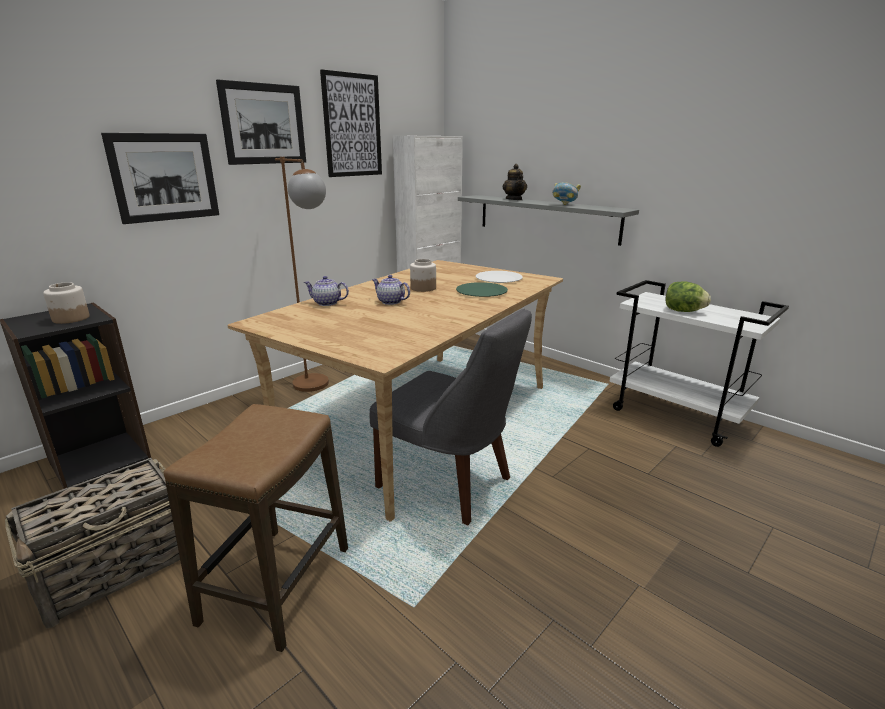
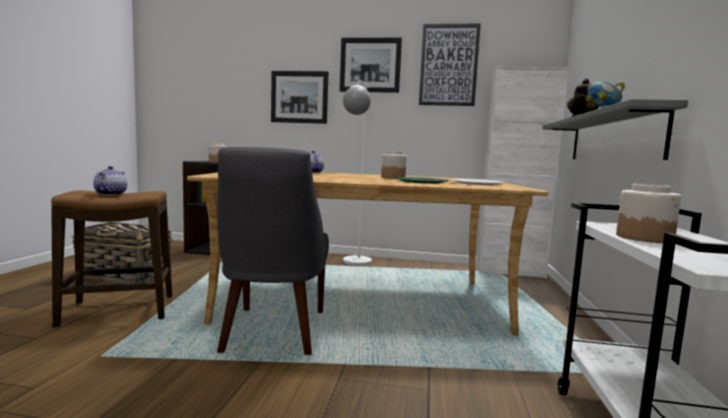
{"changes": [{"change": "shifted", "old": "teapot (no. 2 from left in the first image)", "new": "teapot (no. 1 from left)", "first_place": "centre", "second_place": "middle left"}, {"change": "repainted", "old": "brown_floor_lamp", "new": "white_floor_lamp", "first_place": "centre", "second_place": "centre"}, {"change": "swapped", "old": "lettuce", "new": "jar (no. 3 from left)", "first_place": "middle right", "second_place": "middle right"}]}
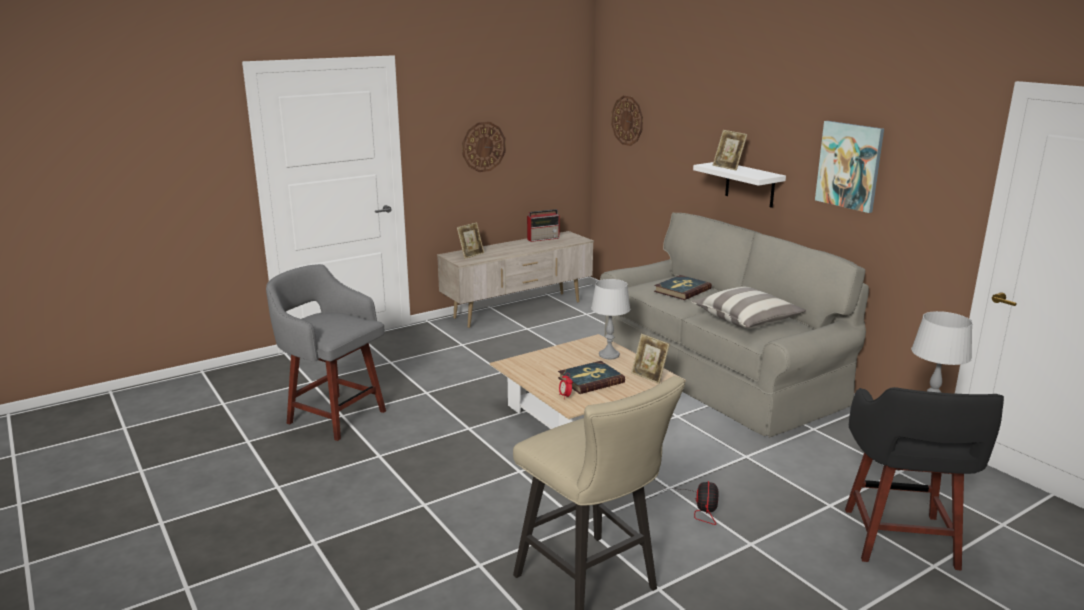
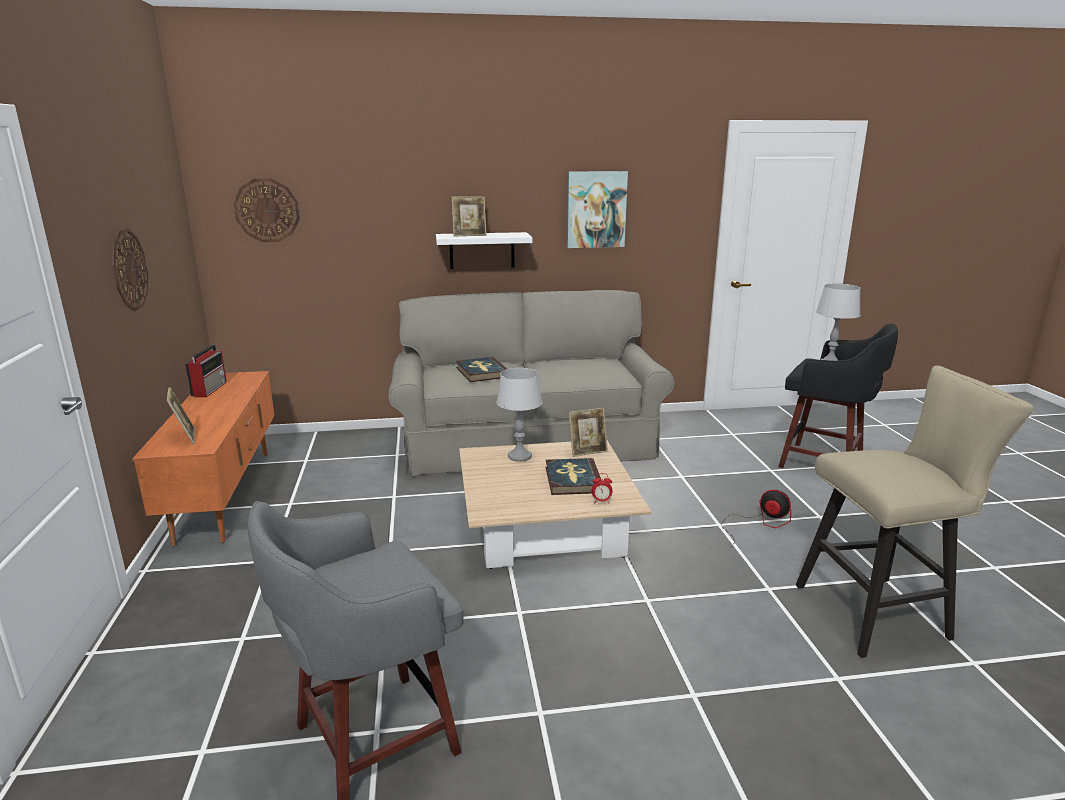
{"changes": [{"change": "repainted", "old": "beige_tv_stand", "new": "orange_tv_stand", "first_place": "centre", "second_place": "middle left"}, {"change": "gone", "old": "pillow", "first_place": "middle right"}]}
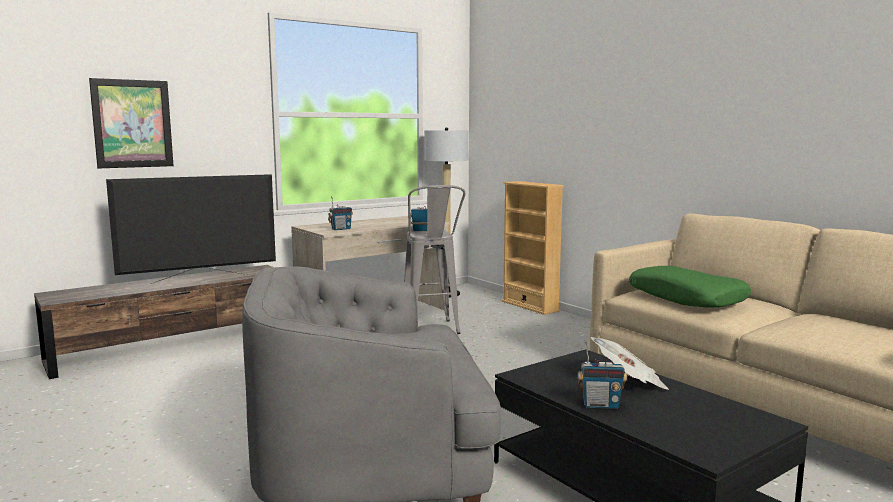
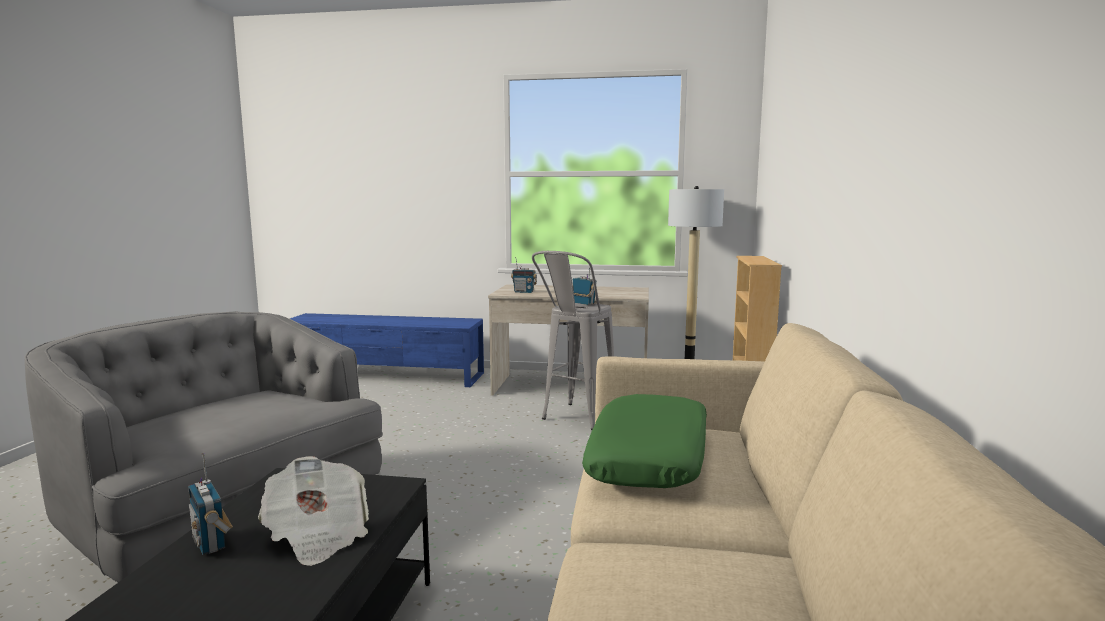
{"changes": [{"change": "repainted", "old": "brown_tv_stand", "new": "blue_tv_stand", "first_place": "middle left", "second_place": "centre"}, {"change": "gone", "old": "picture", "first_place": "top left"}, {"change": "gone", "old": "television", "first_place": "middle left"}]}
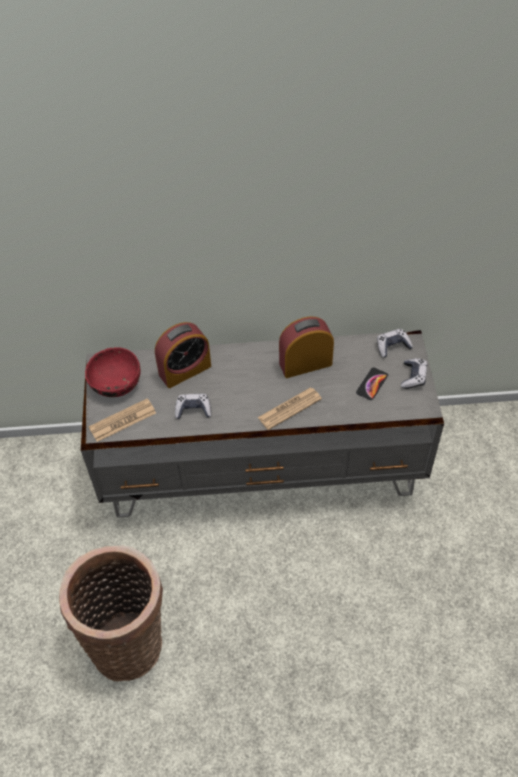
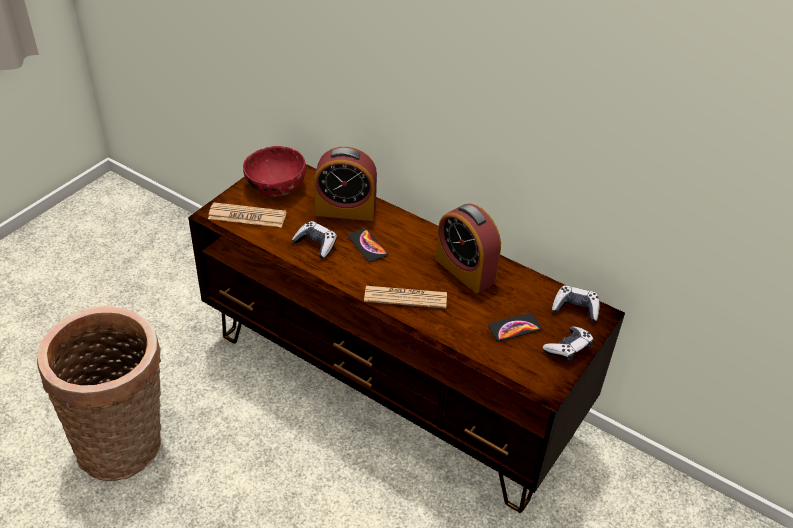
{"changes": [{"change": "repainted", "old": "grey_tv_stand", "new": "brown_tv_stand", "first_place": "centre", "second_place": "centre"}, {"change": "new", "new": "phone (no. 1 from left)", "second_place": "centre"}, {"change": "rotated", "old": "alarm_clock (no. 2 from left)", "first_place": "centre", "second_place": "centre", "degrees": -150}]}
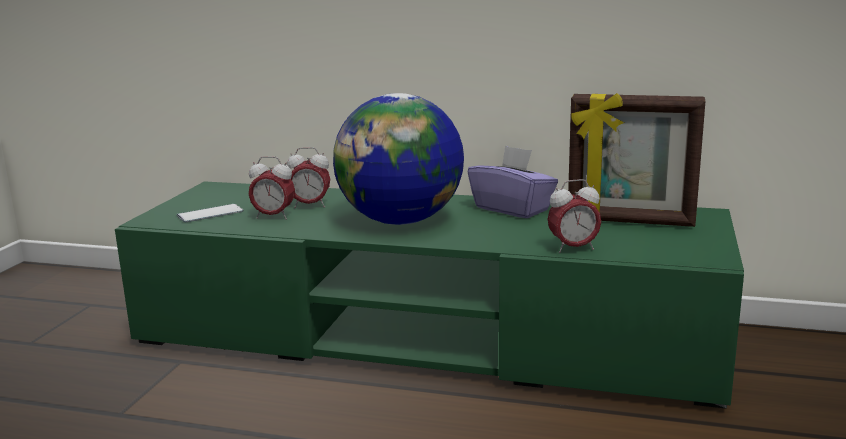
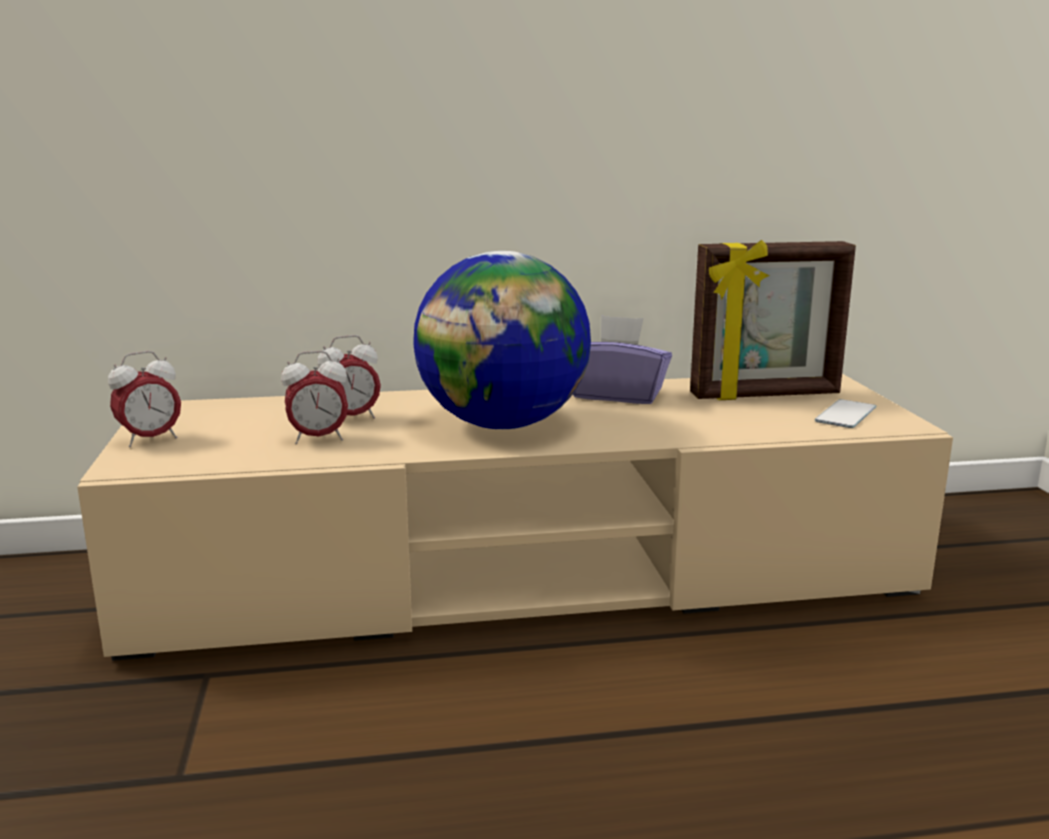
{"changes": [{"change": "repainted", "old": "green_tv_stand", "new": "beige_tv_stand", "first_place": "bottom centre", "second_place": "centre"}, {"change": "shifted", "old": "alarm_clock (no. 3 from left in the first image)", "new": "alarm_clock (no. 1 from left)", "first_place": "middle right", "second_place": "middle left"}, {"change": "shifted", "old": "phone", "first_place": "middle left", "second_place": "middle right"}]}
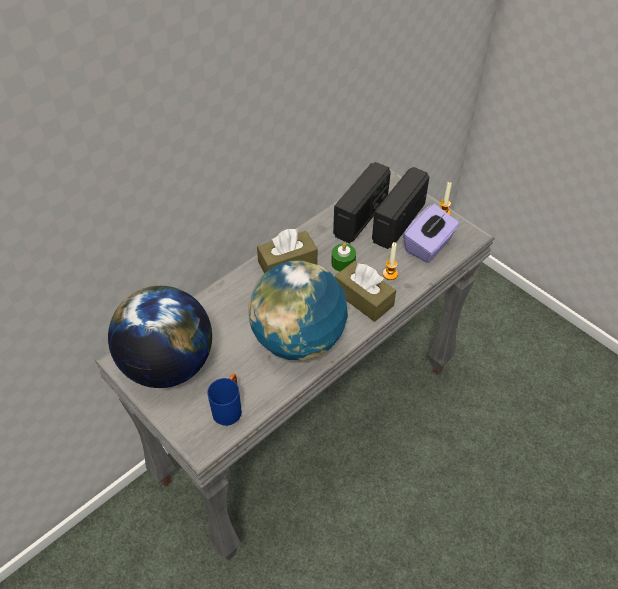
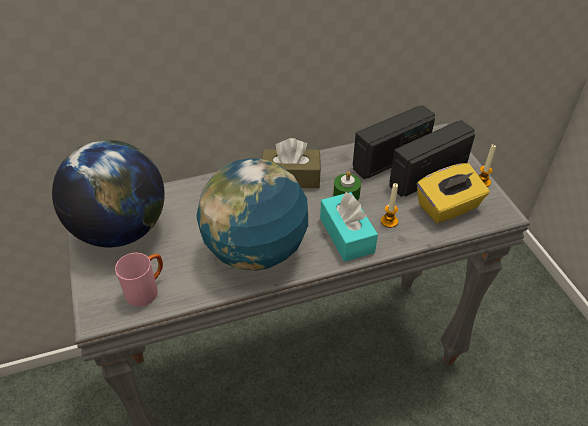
{"changes": [{"change": "repainted", "old": "blue_mug", "new": "pink_mug", "first_place": "bottom centre", "second_place": "middle left"}, {"change": "repainted", "old": "brown_tissue_box (no. 2 from left)", "new": "turquoise_tissue_box", "first_place": "centre", "second_place": "centre"}, {"change": "repainted", "old": "purple_tissue_box", "new": "yellow_tissue_box", "first_place": "middle right", "second_place": "middle right"}]}
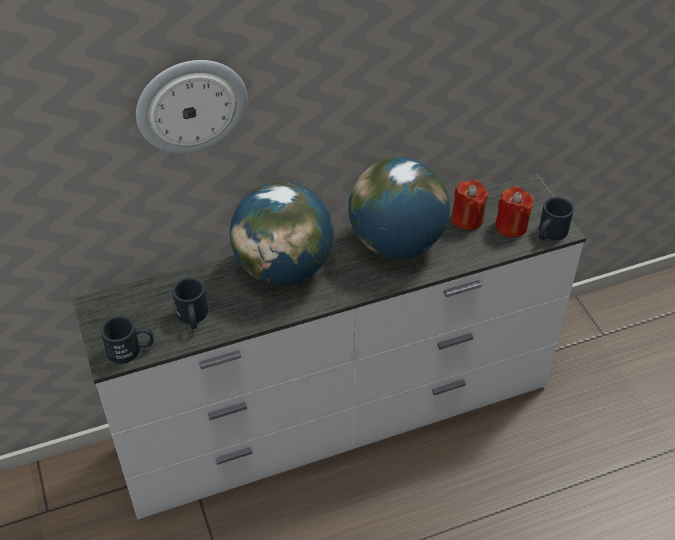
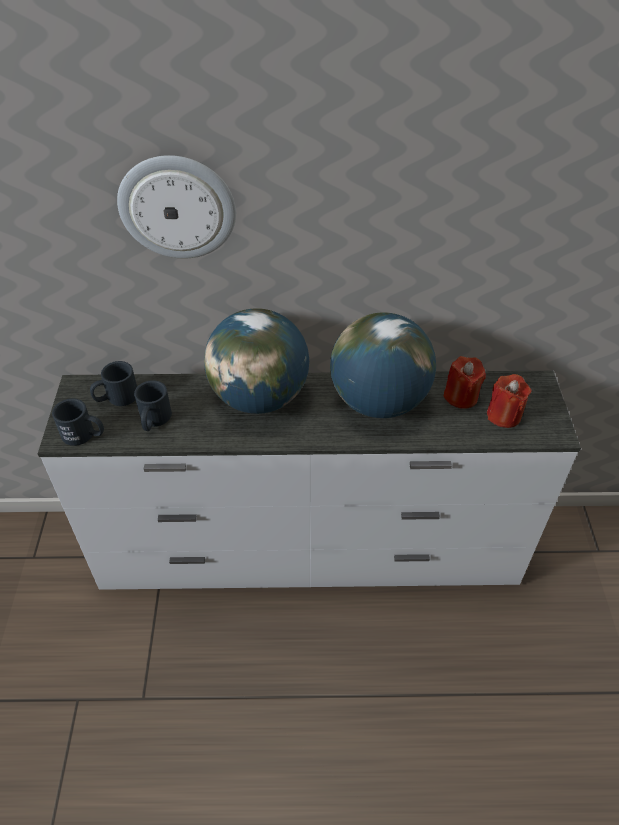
{"changes": [{"change": "shifted", "old": "black_mug (no. 3 from left in the first image)", "new": "black_mug (no. 2 from left)", "first_place": "middle right", "second_place": "middle left"}]}
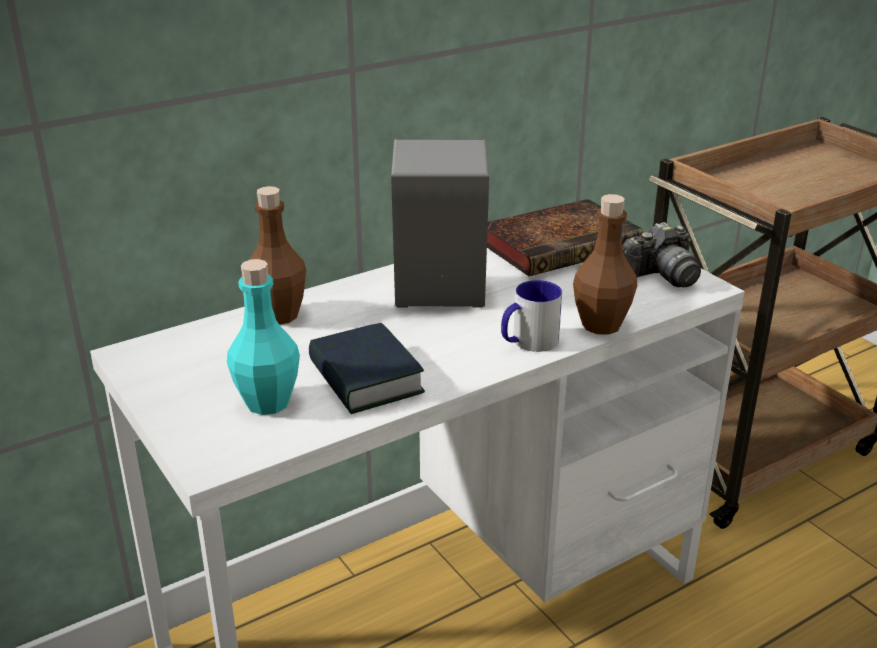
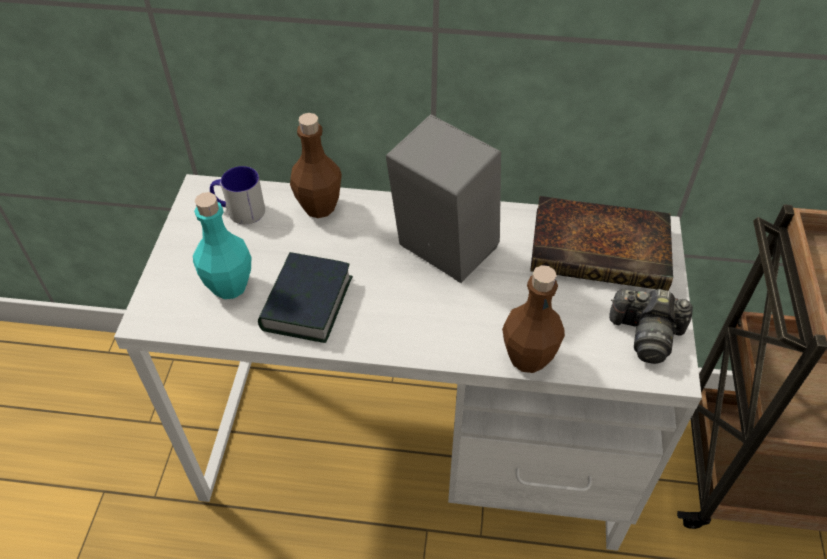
{"changes": [{"change": "shifted", "old": "mug", "first_place": "centre", "second_place": "middle left"}]}
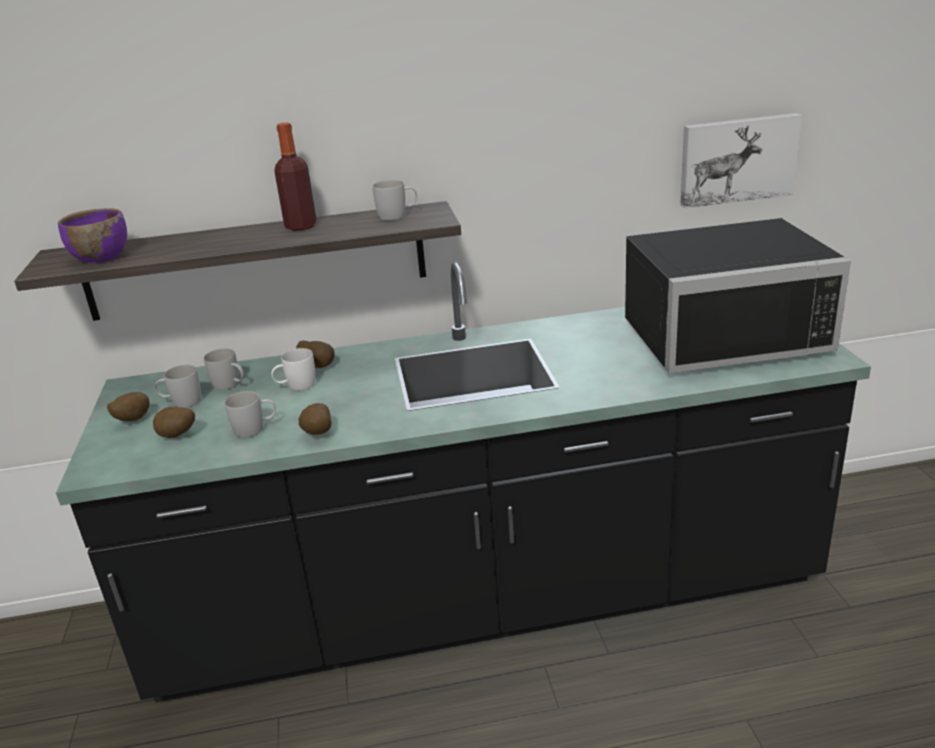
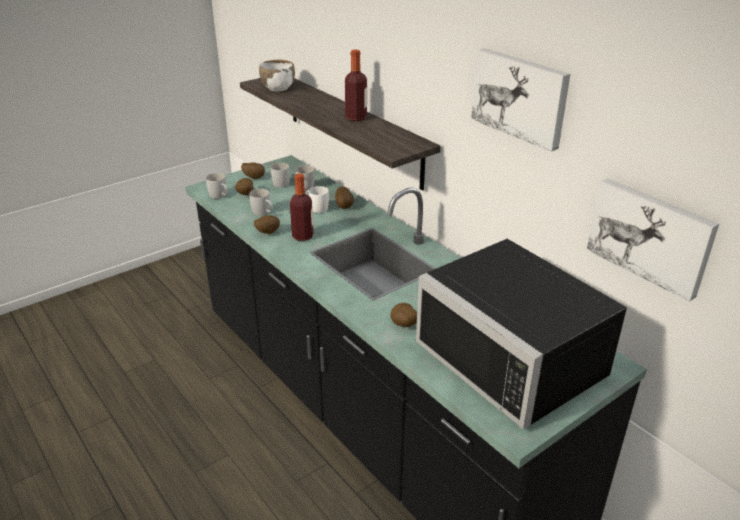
{"changes": [{"change": "shifted", "old": "white_mug (no. 5 from left in the first image)", "new": "white_mug (no. 1 from left)", "first_place": "top centre", "second_place": "middle left"}, {"change": "repainted", "old": "purple_bowl", "new": "white_bowl", "first_place": "top left", "second_place": "top centre"}, {"change": "new", "new": "bottle (no. 1 from left)", "second_place": "centre"}, {"change": "new", "new": "potato (no. 5 from left)", "second_place": "centre"}, {"change": "new", "new": "picture (no. 1 from left)", "second_place": "top right"}]}
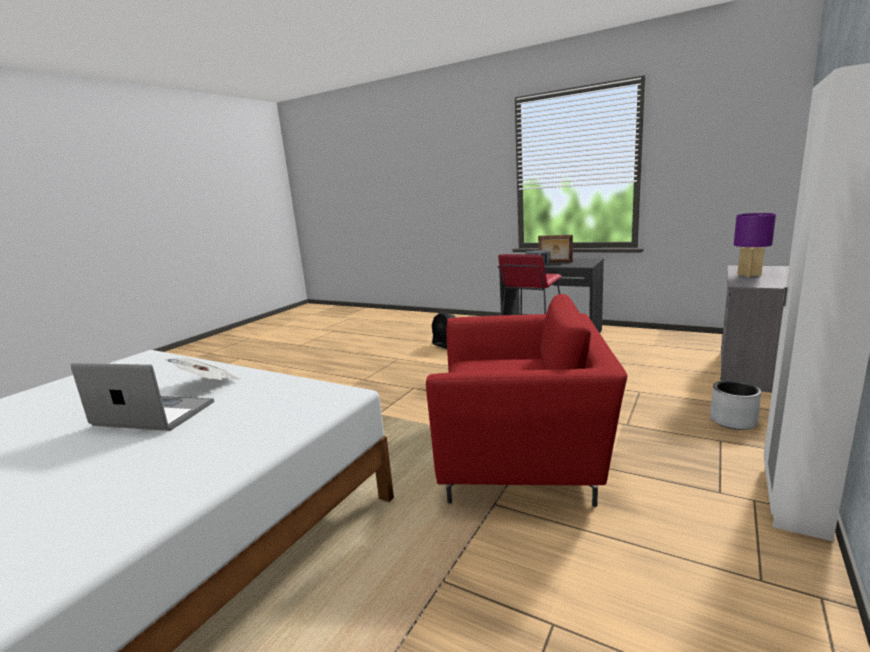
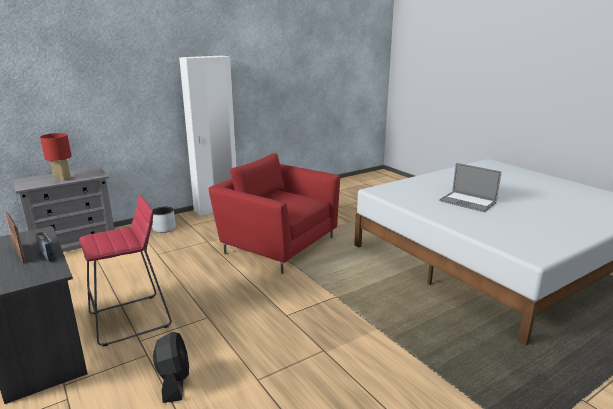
{"changes": [{"change": "repainted", "old": "purple_table_lamp", "new": "red_table_lamp", "first_place": "middle right", "second_place": "middle left"}, {"change": "gone", "old": "newspaper", "first_place": "middle left"}]}
